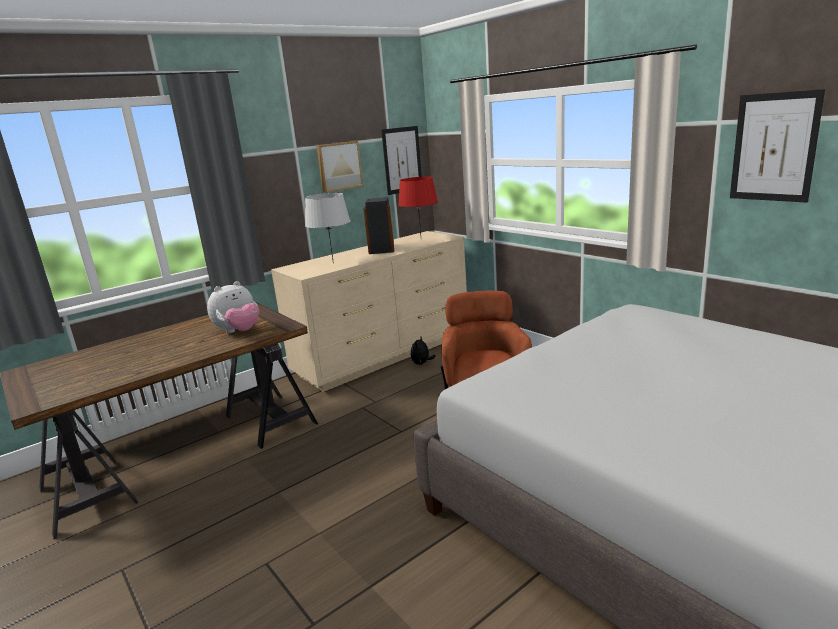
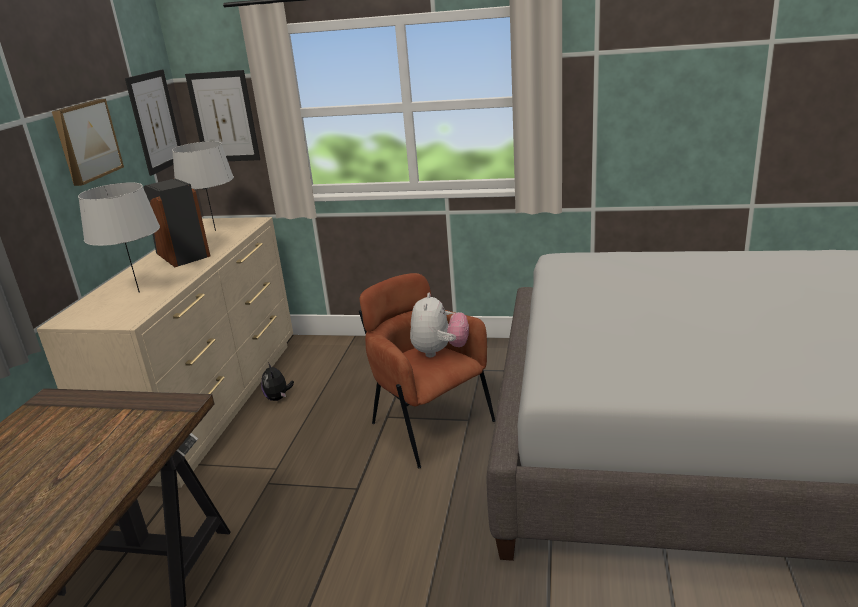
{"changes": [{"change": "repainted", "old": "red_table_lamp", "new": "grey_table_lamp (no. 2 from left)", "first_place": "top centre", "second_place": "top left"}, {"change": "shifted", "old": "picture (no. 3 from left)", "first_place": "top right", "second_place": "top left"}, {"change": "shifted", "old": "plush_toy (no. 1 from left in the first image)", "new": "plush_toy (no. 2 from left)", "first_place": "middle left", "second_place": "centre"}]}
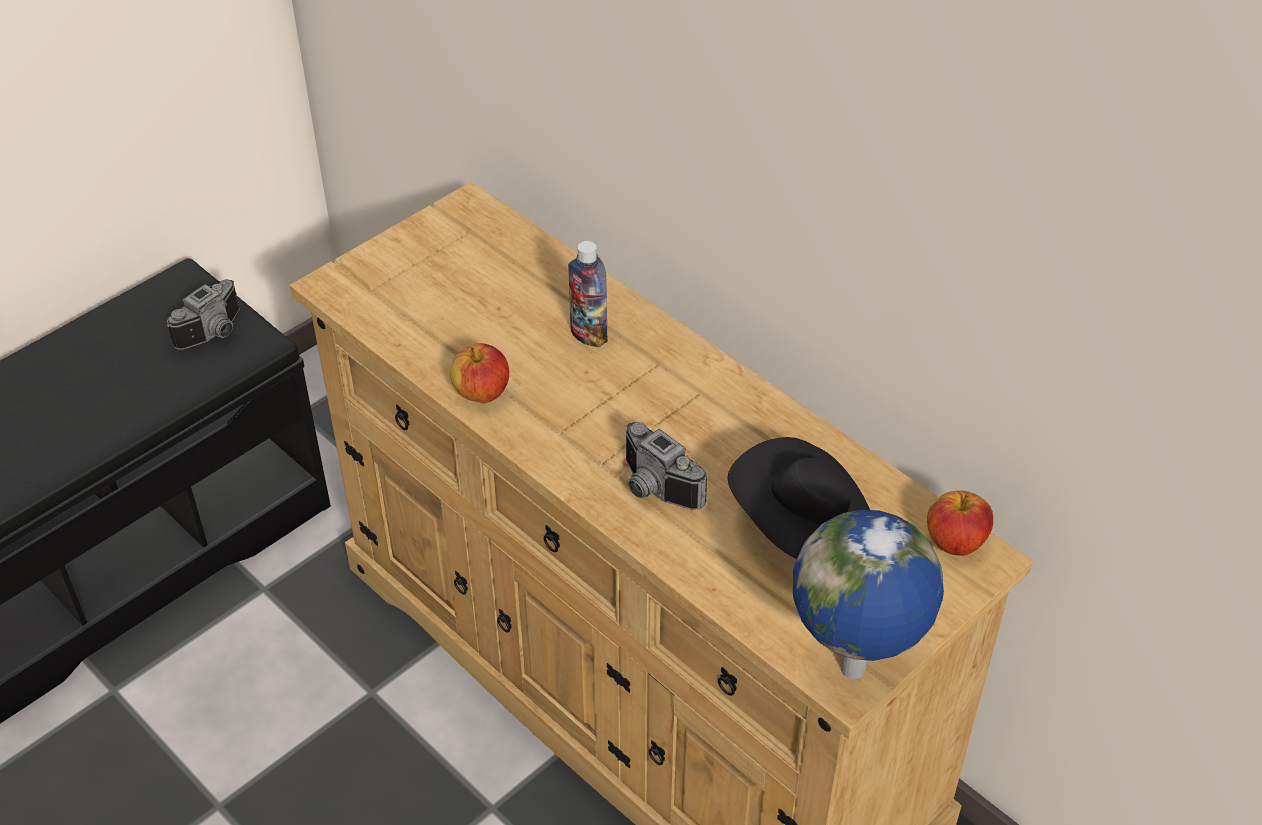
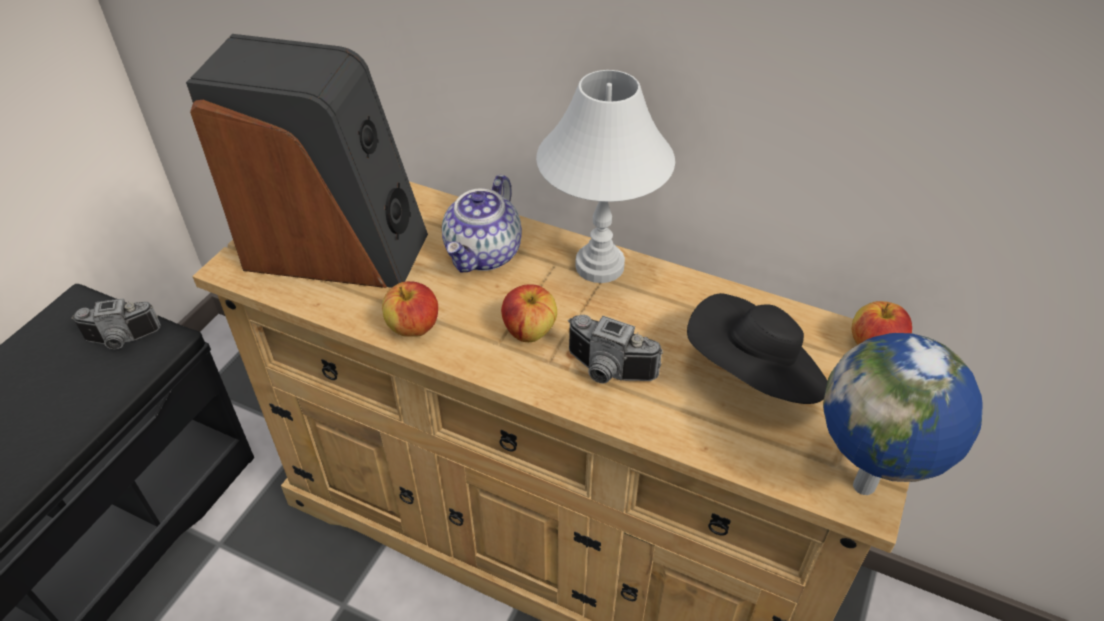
{"changes": [{"change": "rotated", "old": "photo_camera (no. 1 from left)", "first_place": "middle left", "second_place": "middle left", "degrees": 60}, {"change": "new", "new": "speaker", "second_place": "top left"}, {"change": "swapped", "old": "bottle", "new": "teapot", "first_place": "centre", "second_place": "centre"}, {"change": "new", "new": "apple (no. 2 from left)", "second_place": "centre"}, {"change": "new", "new": "white_table_lamp", "second_place": "top centre"}]}
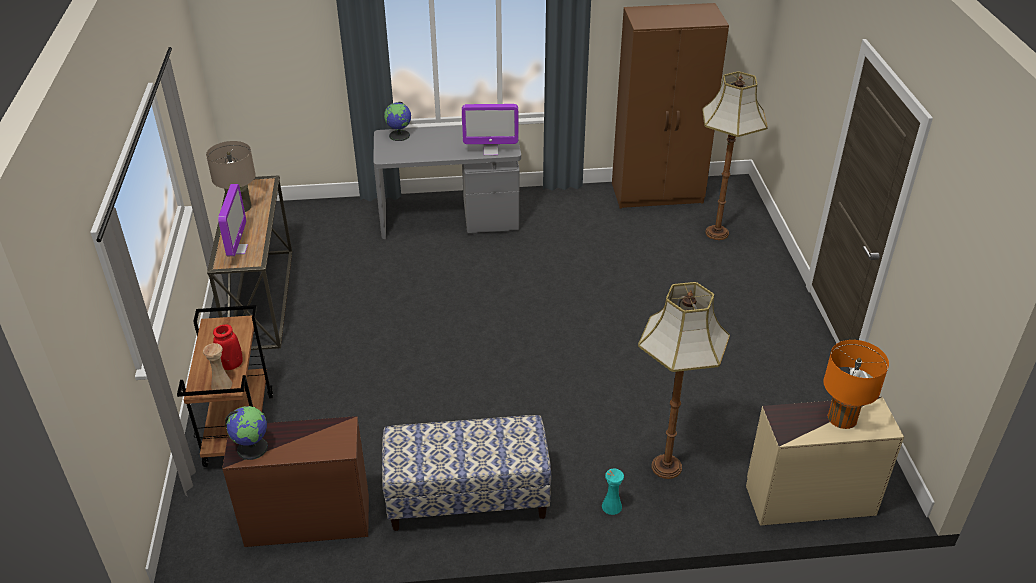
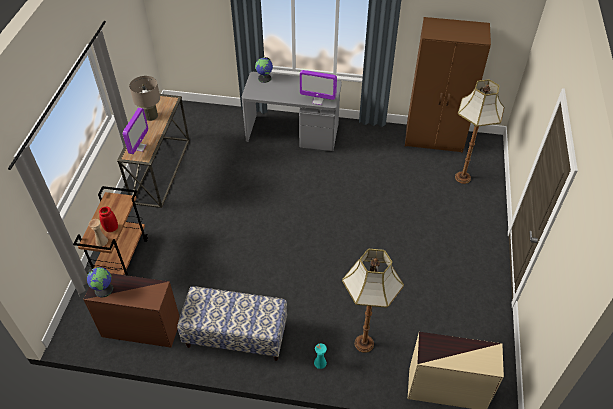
{"changes": [{"change": "gone", "old": "orange_table_lamp", "first_place": "middle right"}]}
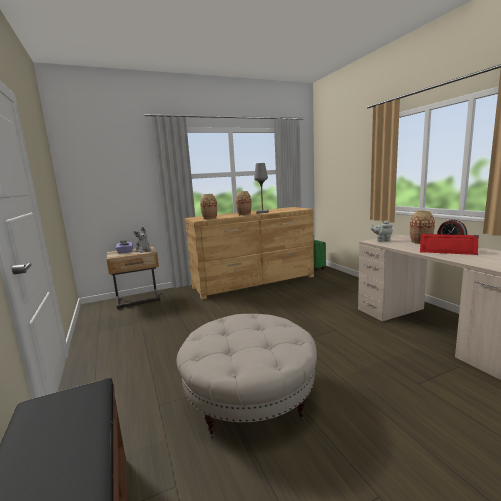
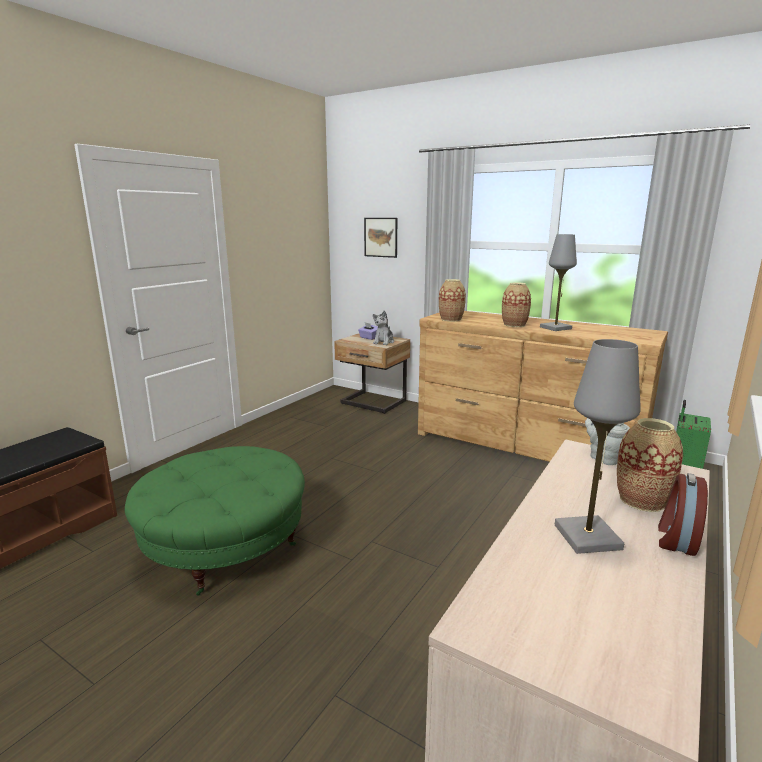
{"changes": [{"change": "repainted", "old": "beige_ottoman", "new": "green_ottoman", "first_place": "bottom centre", "second_place": "bottom left"}, {"change": "new", "new": "picture", "second_place": "top centre"}, {"change": "swapped", "old": "red_speaker", "new": "grey_table_lamp (no. 2 from left)", "first_place": "middle right", "second_place": "middle right"}]}
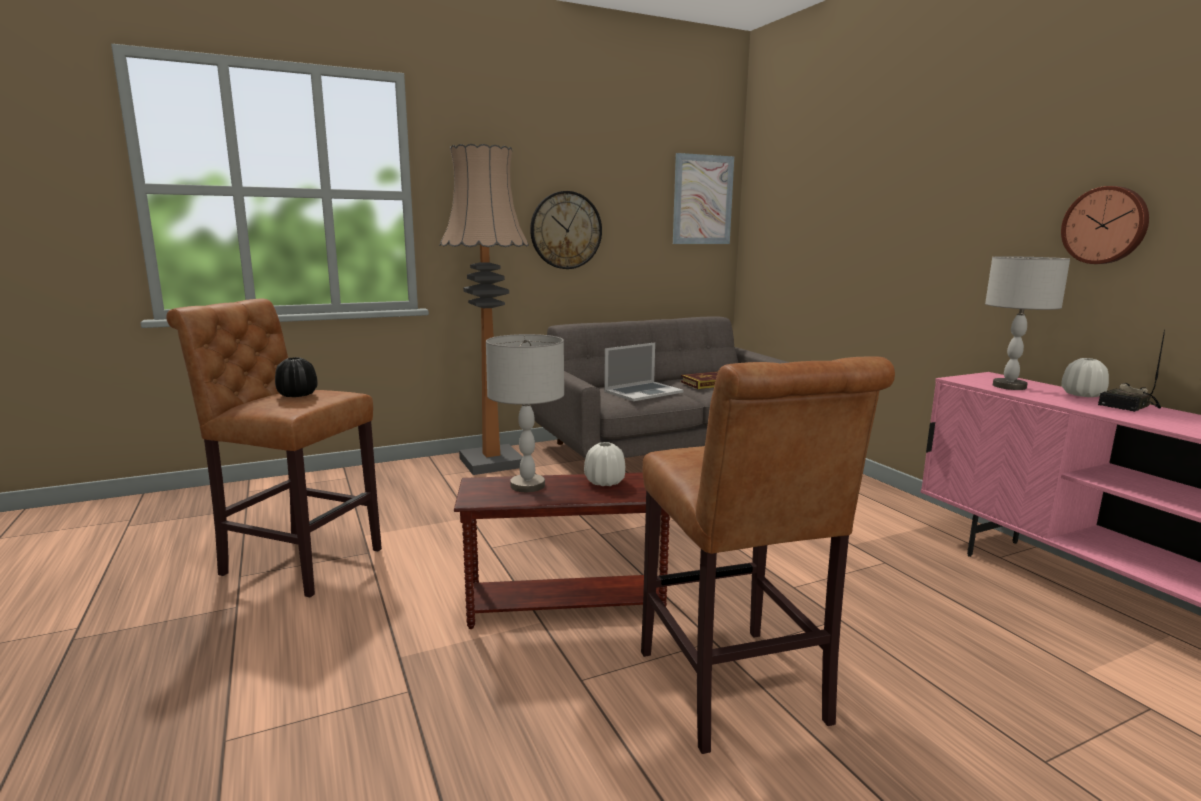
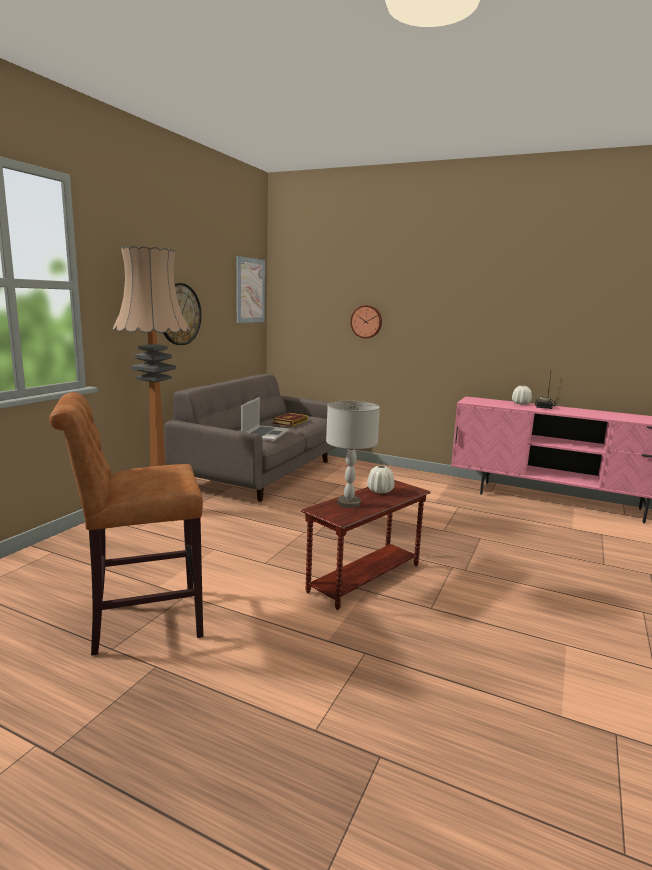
{"changes": [{"change": "shifted", "old": "wall_clock (no. 2 from left)", "first_place": "top right", "second_place": "centre"}, {"change": "gone", "old": "black_vase", "first_place": "middle left"}, {"change": "gone", "old": "brown_stool (no. 2 from left)", "first_place": "bottom centre"}, {"change": "gone", "old": "grey_table_lamp (no. 2 from left)", "first_place": "middle right"}]}
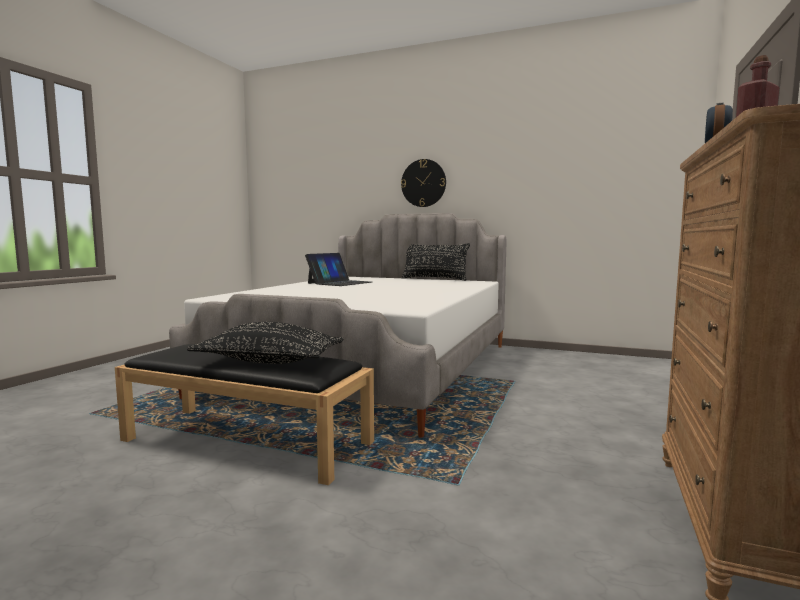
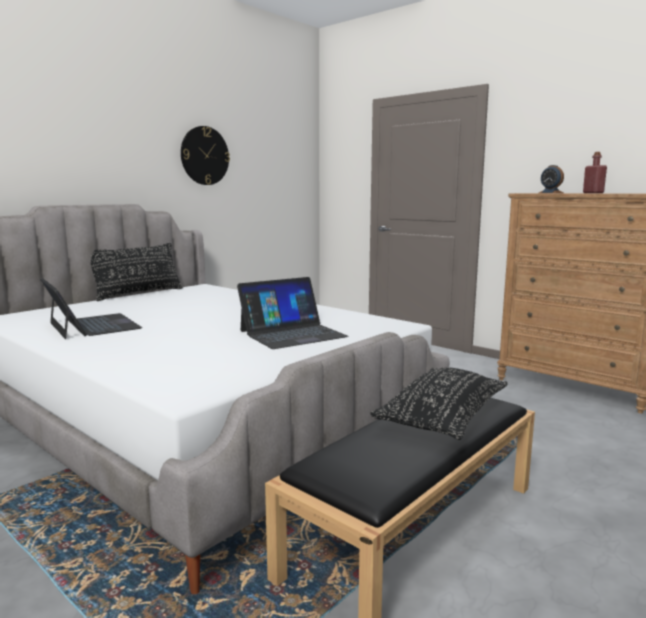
{"changes": [{"change": "shifted", "old": "wall_clock", "first_place": "top centre", "second_place": "top left"}, {"change": "new", "new": "laptop (no. 2 from left)", "second_place": "centre"}]}
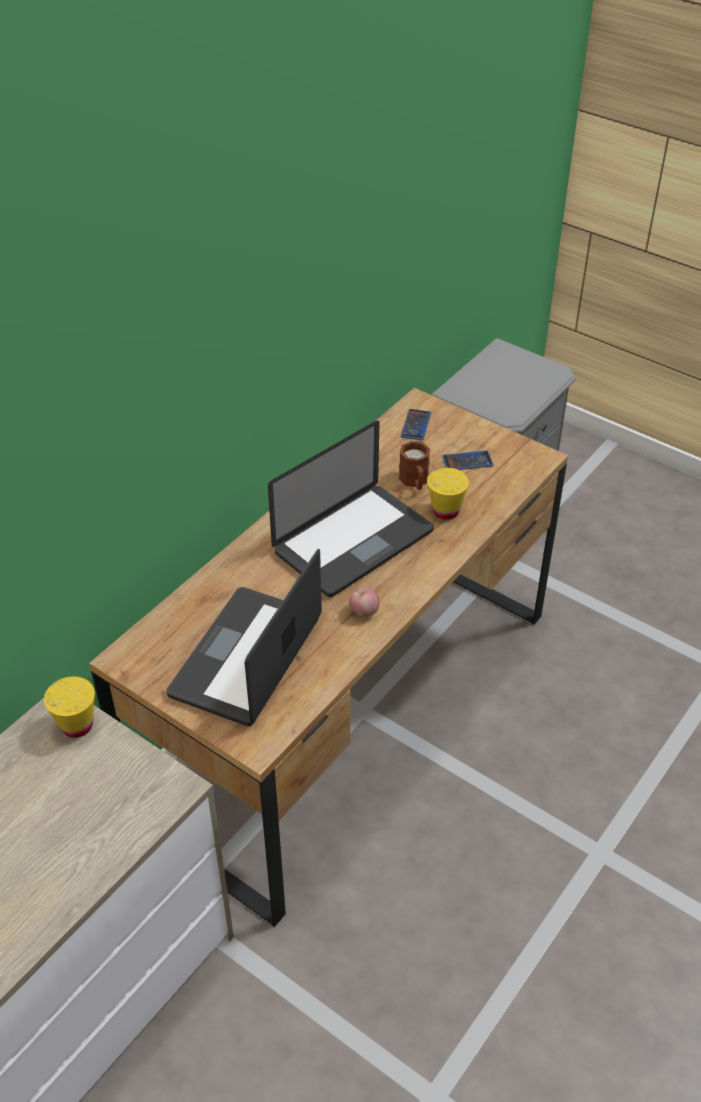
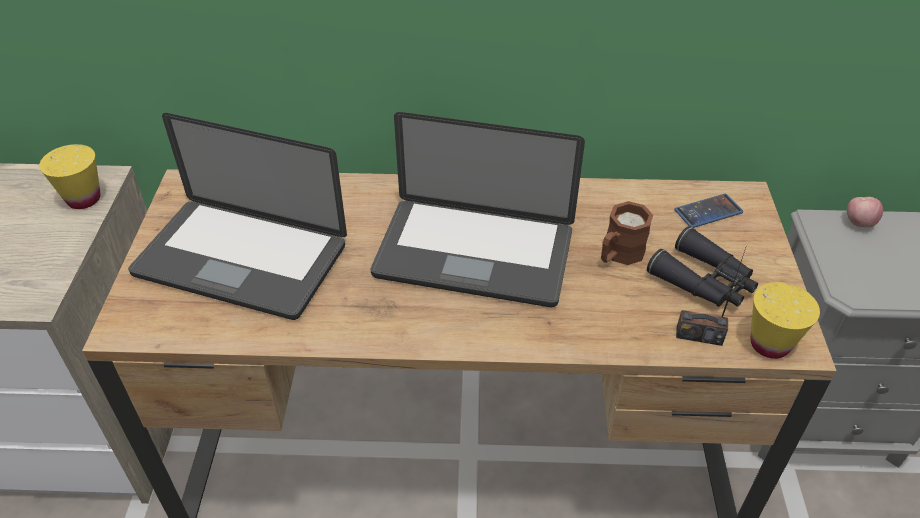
{"changes": [{"change": "rotated", "old": "laptop (no. 1 from left)", "first_place": "centre", "second_place": "middle left", "degrees": -150}, {"change": "swapped", "old": "phone (no. 2 from left)", "new": "black_binoculars", "first_place": "centre", "second_place": "middle right"}, {"change": "new", "new": "radio", "second_place": "middle right"}, {"change": "shifted", "old": "yellow_cup (no. 2 from left)", "first_place": "centre", "second_place": "middle right"}, {"change": "shifted", "old": "apple", "first_place": "centre", "second_place": "middle right"}]}
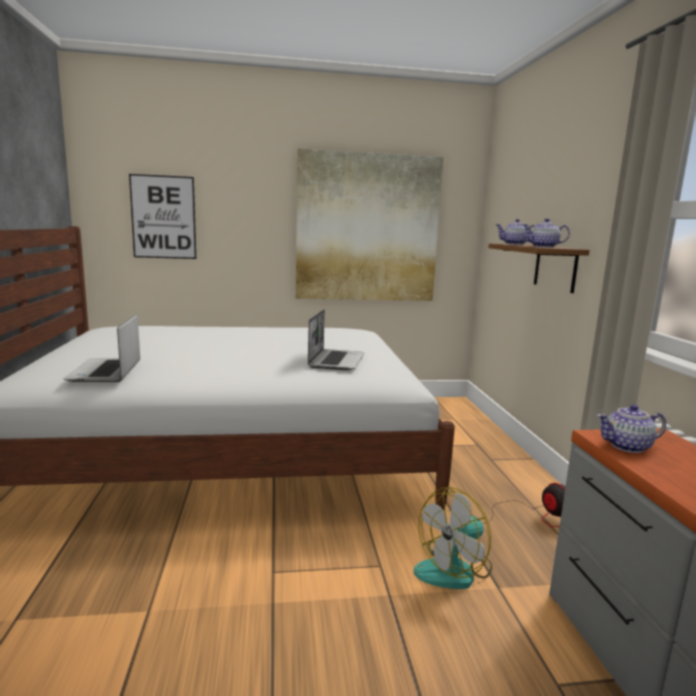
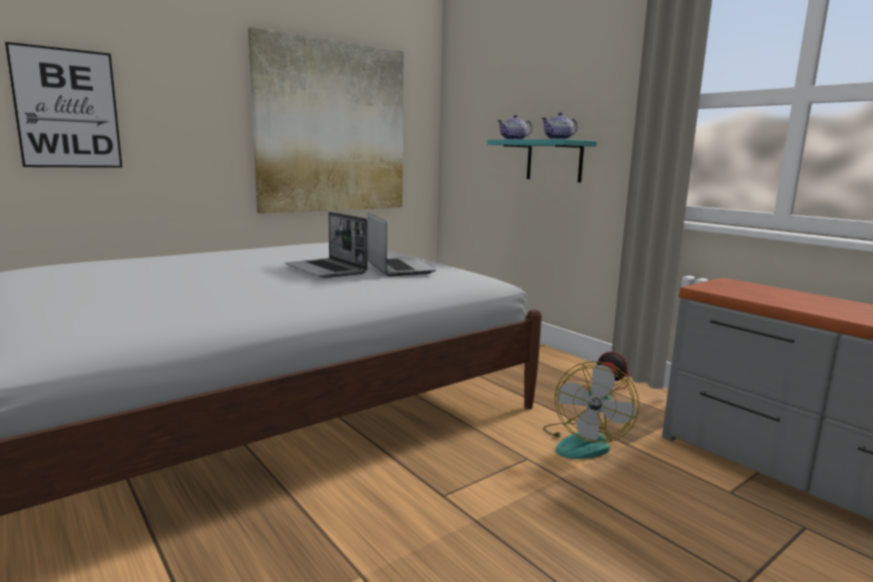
{"changes": [{"change": "shifted", "old": "laptop (no. 1 from left)", "first_place": "middle left", "second_place": "centre"}, {"change": "repainted", "old": "brown_shelf", "new": "turquoise_shelf", "first_place": "middle right", "second_place": "top centre"}, {"change": "gone", "old": "teapot (no. 3 from left)", "first_place": "middle right"}]}
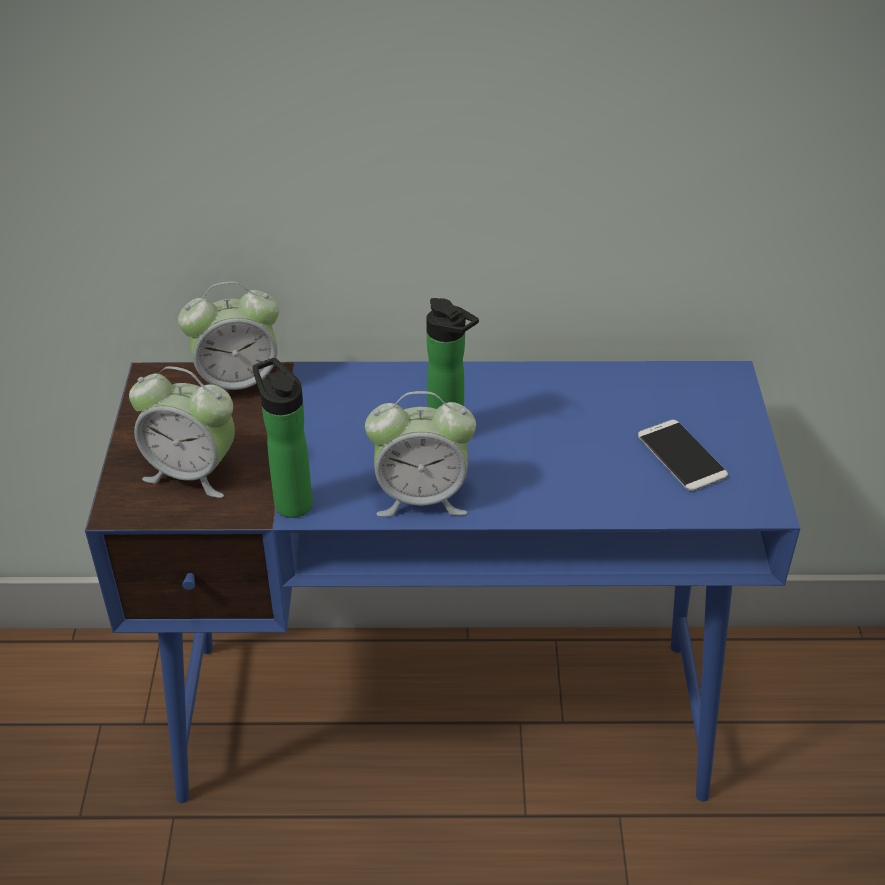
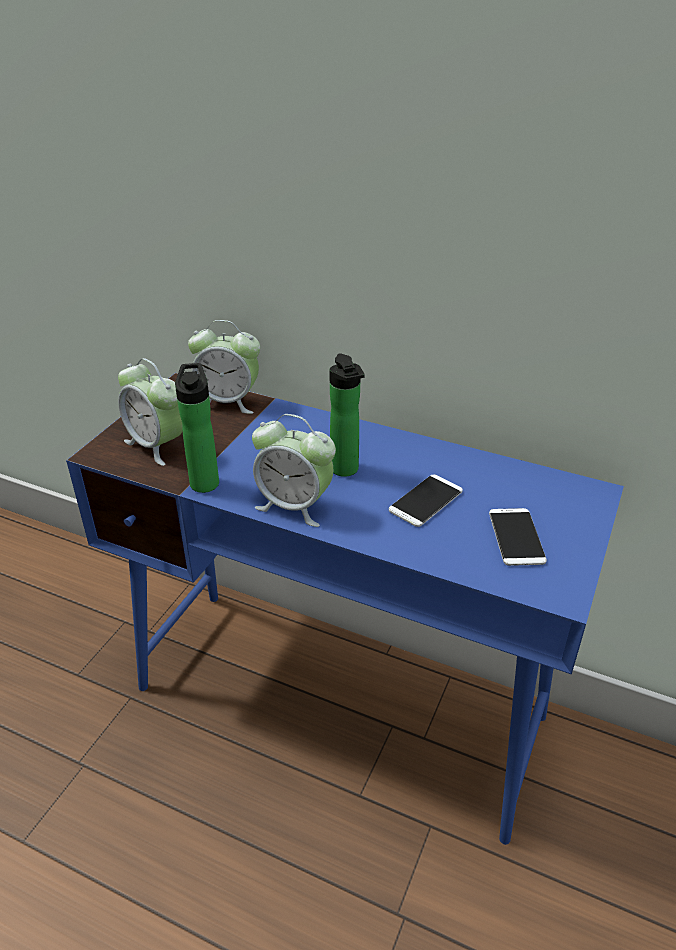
{"changes": [{"change": "new", "new": "phone (no. 1 from left)", "second_place": "centre"}]}
